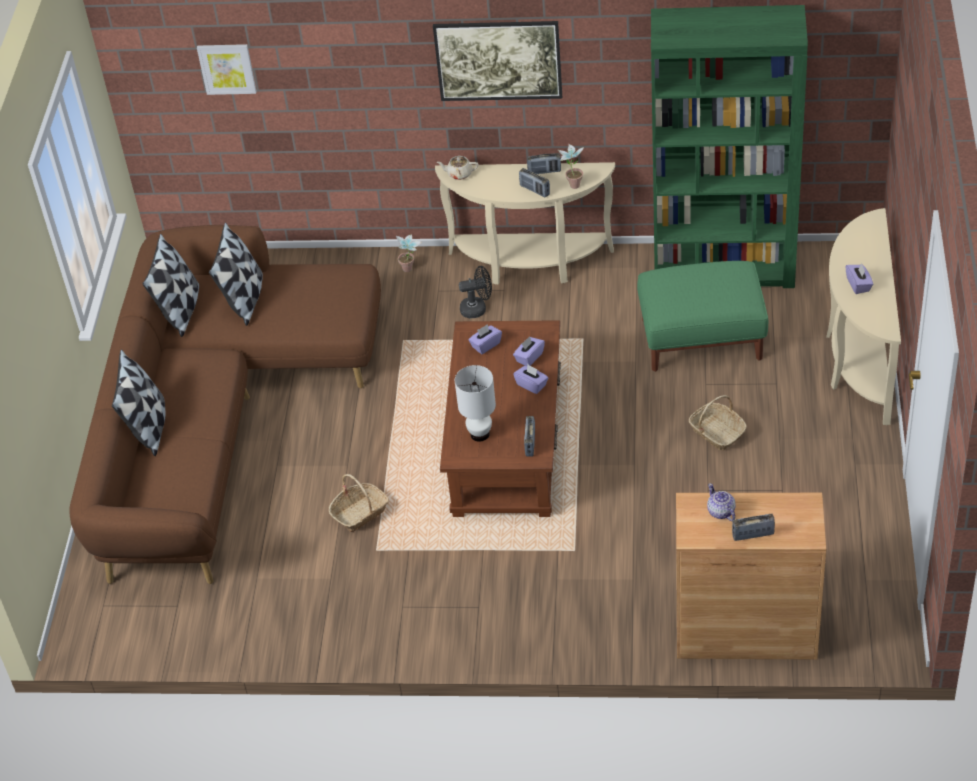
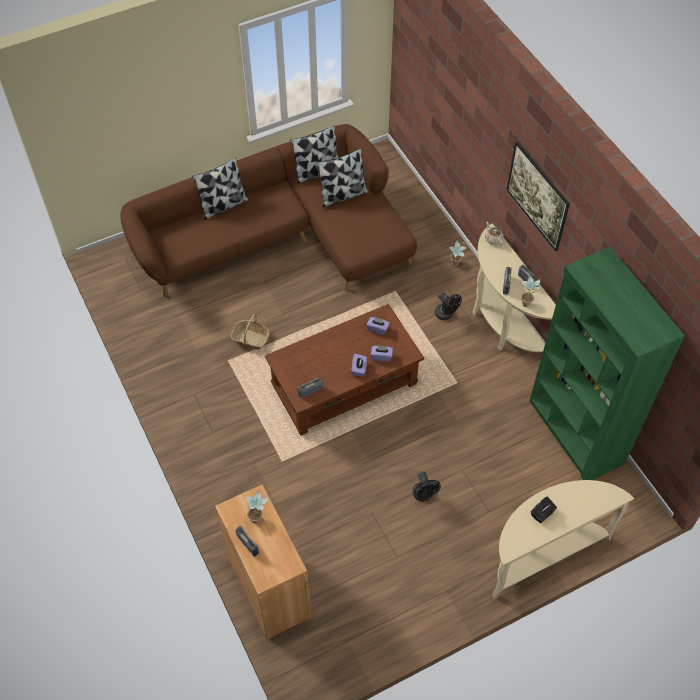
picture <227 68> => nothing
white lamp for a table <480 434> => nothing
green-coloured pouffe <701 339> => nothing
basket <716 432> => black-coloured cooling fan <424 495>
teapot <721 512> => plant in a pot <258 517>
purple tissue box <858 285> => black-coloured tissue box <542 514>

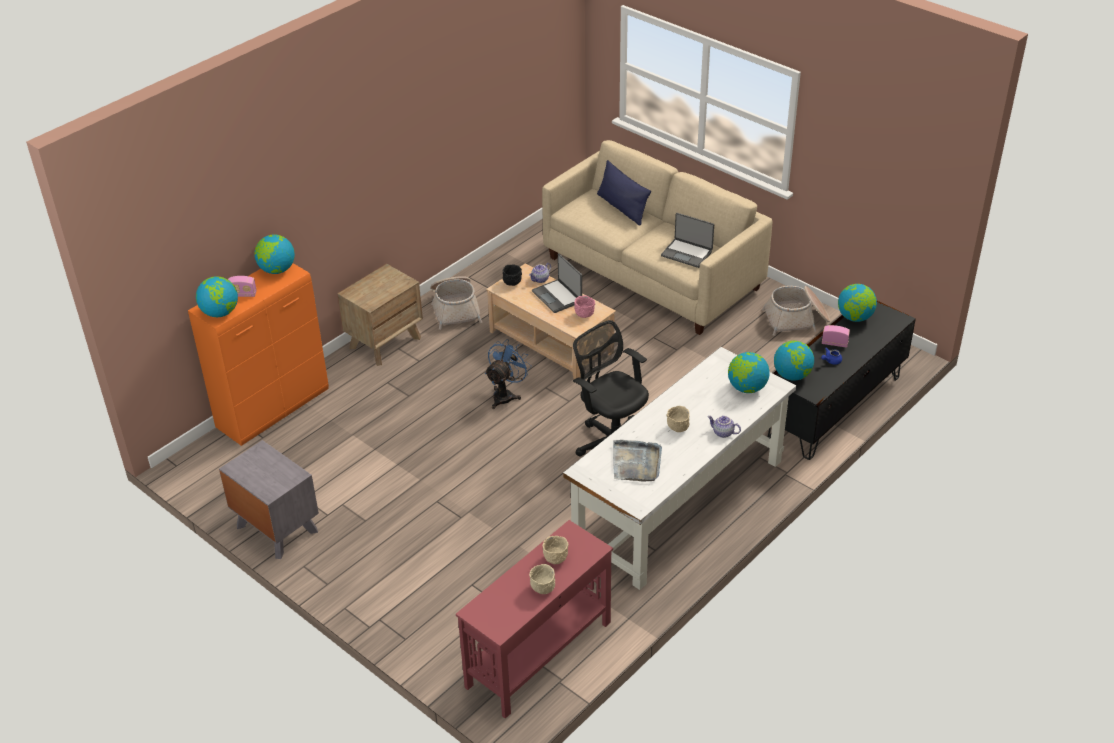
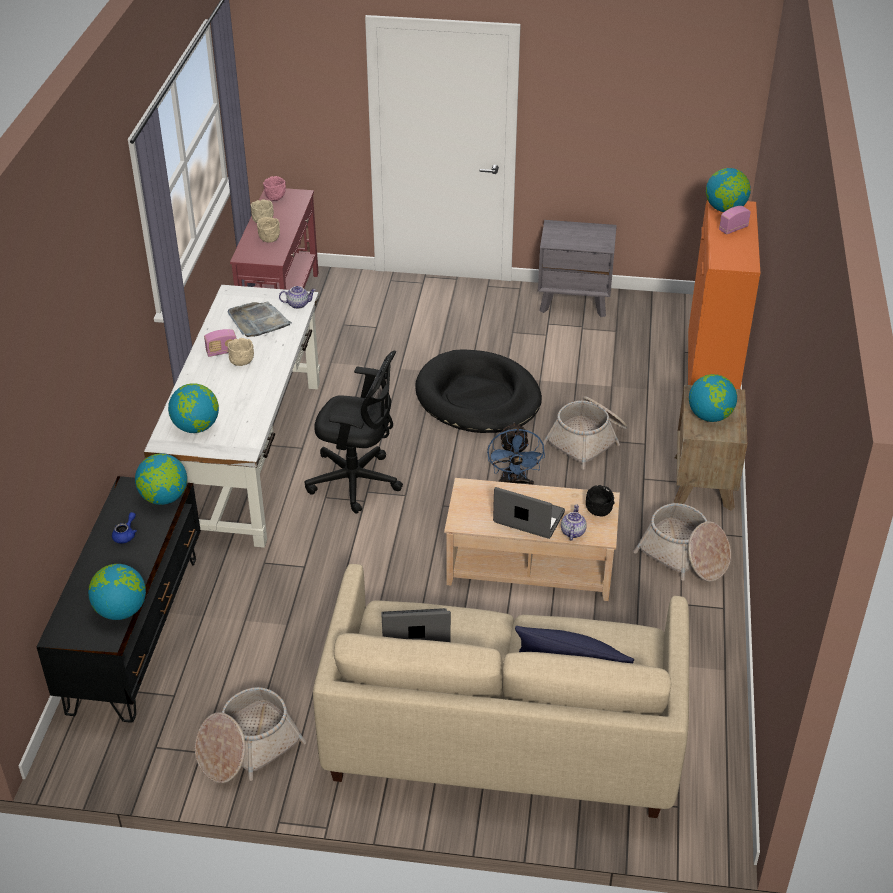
nothing => black-coloured pet bed <478 397>
nothing => basket <588 440>
desk globe <277 270> => desk globe <710 416>, relocated
pink-coloured bowl <584 315> => pink-coloured bowl <276 198>, relocated
teapot <722 433> => teapot <298 304>, relocated
radio set <834 343> => radio set <222 352>, relocated

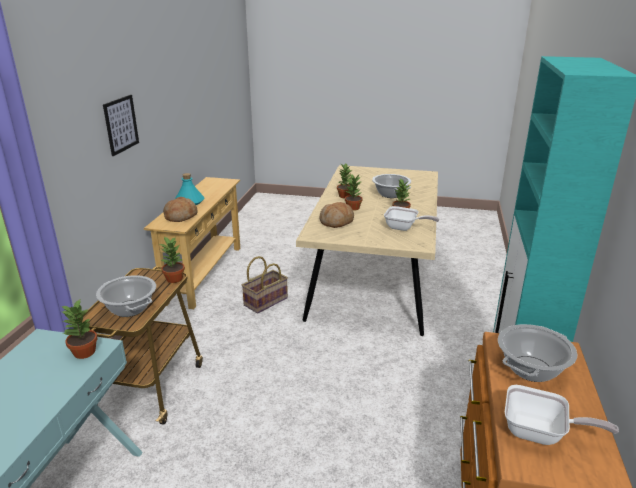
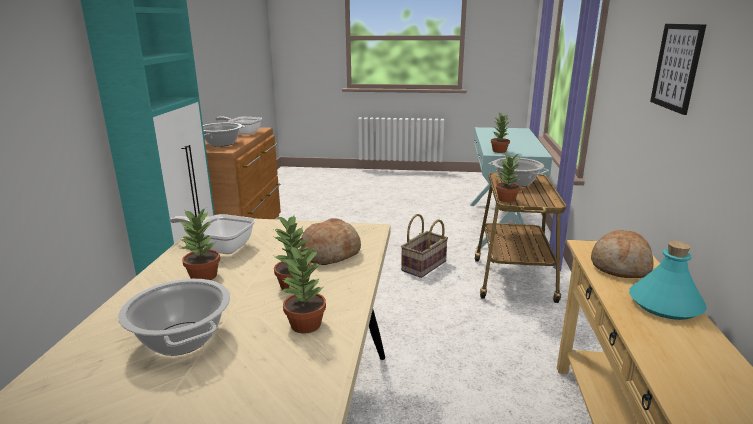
basket <265 301> => basket <424 266>, relocated

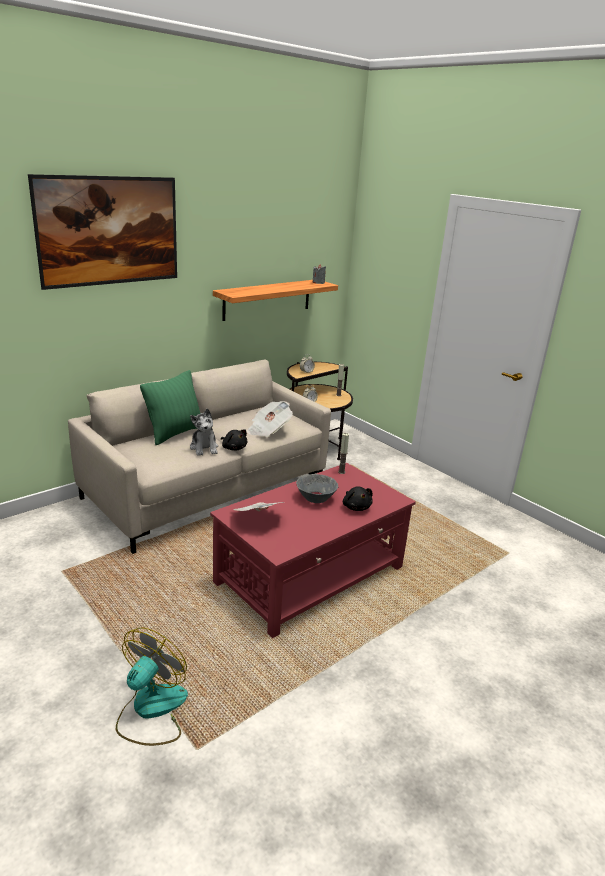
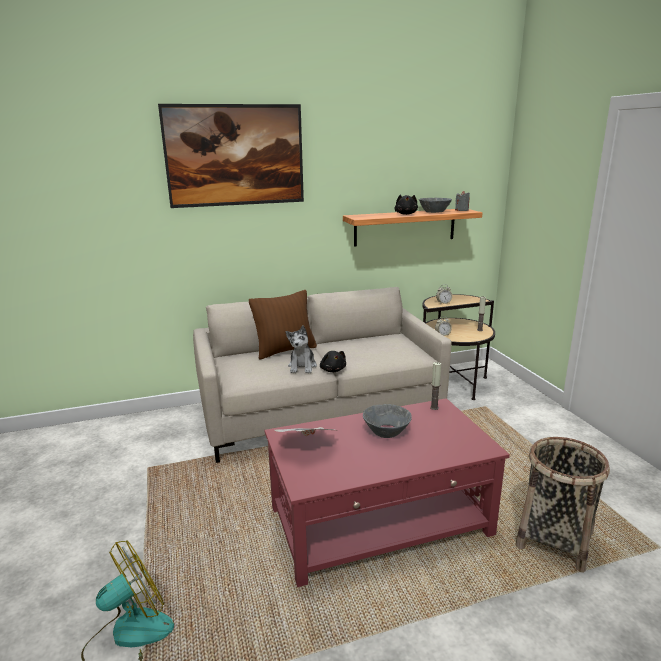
newspaper <268 430> => nothing
nothing => grey bowl <434 212>
nothing => basket <554 539>
black-coloured cuddly toy <356 507> => black-coloured cuddly toy <406 214>, relocated
green-coloured pillow <175 433> => brownish pillow <285 350>

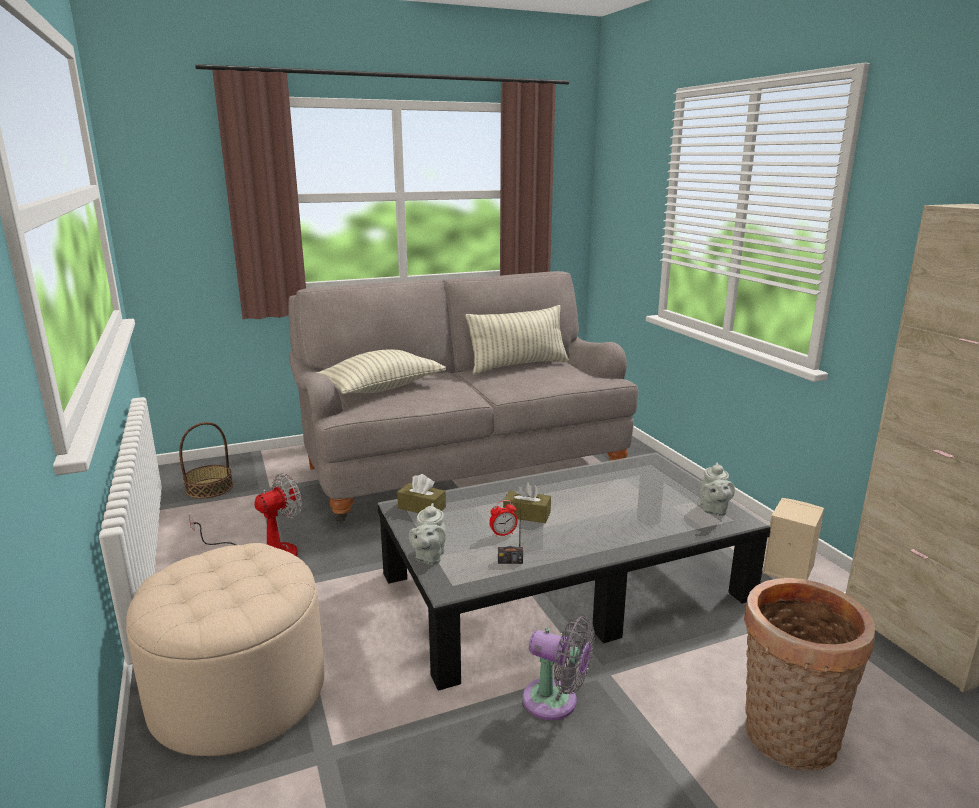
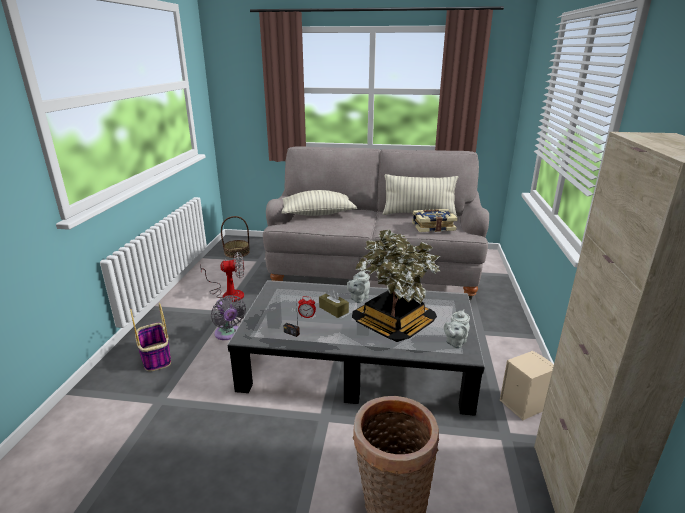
brownish tissue box <422 508> => nothing
nothing => plant in a pot <392 325>
nothing => volume <433 227>
grey teapot <429 557> => grey teapot <358 298>, relocated
grey cooling fan <555 702> => grey cooling fan <228 334>, relocated
beige-coloured pouffe <238 692> => basket <155 357>

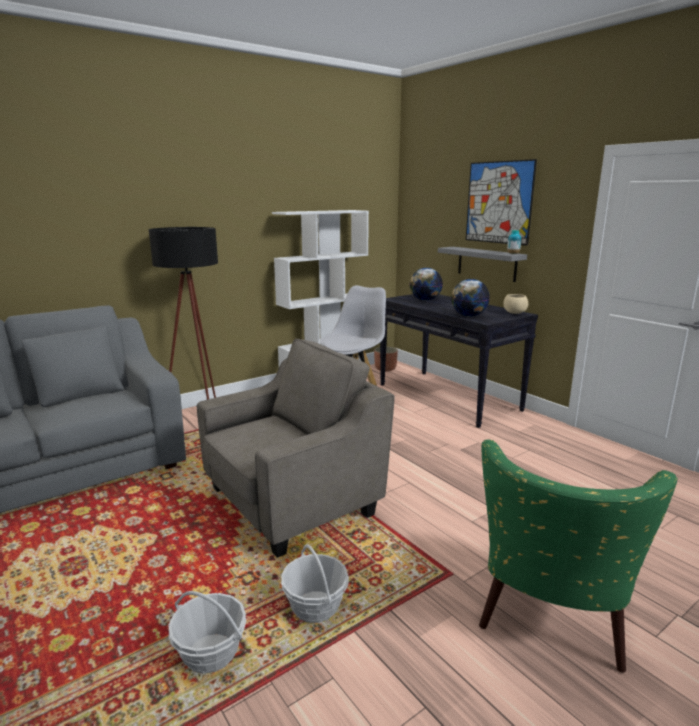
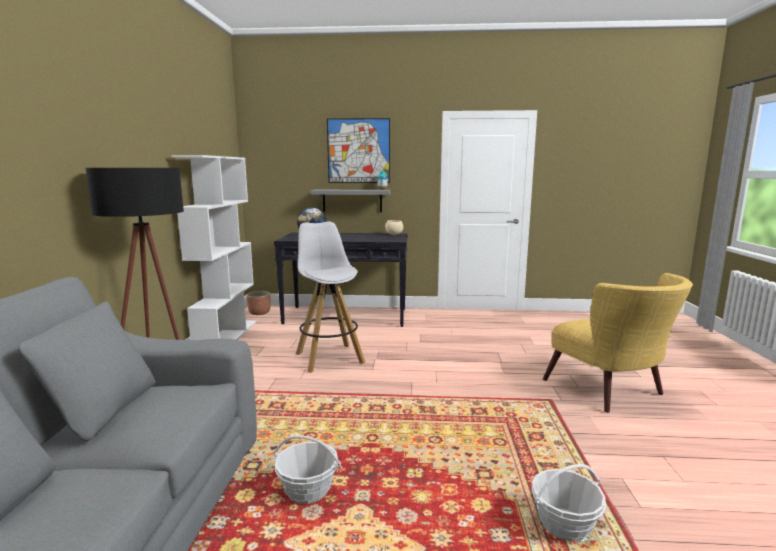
grey lounge chair <292 502> => nothing
desk globe <468 316> => nothing
basket <315 607> => basket <308 490>, relocated
green-coloured lounge chair <550 618> => yellow lounge chair <611 392>

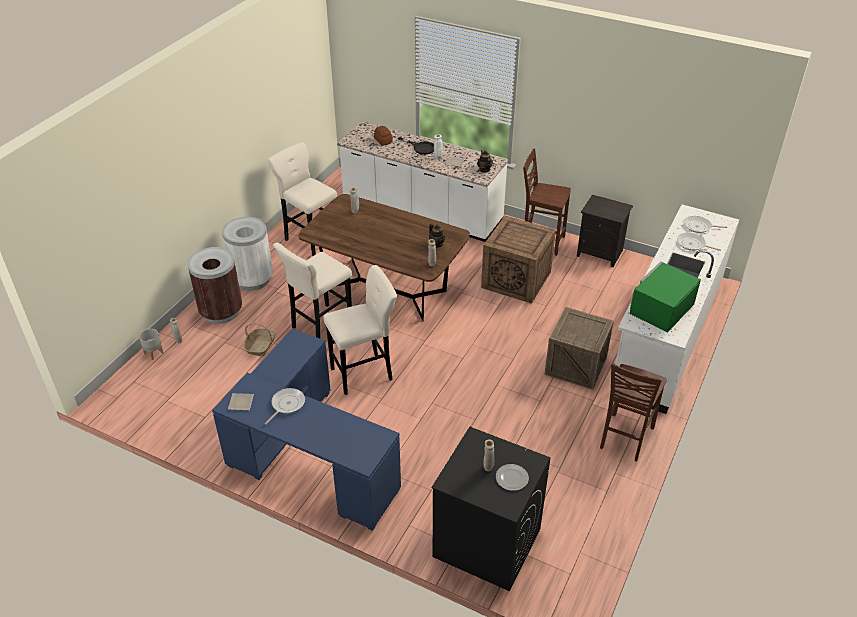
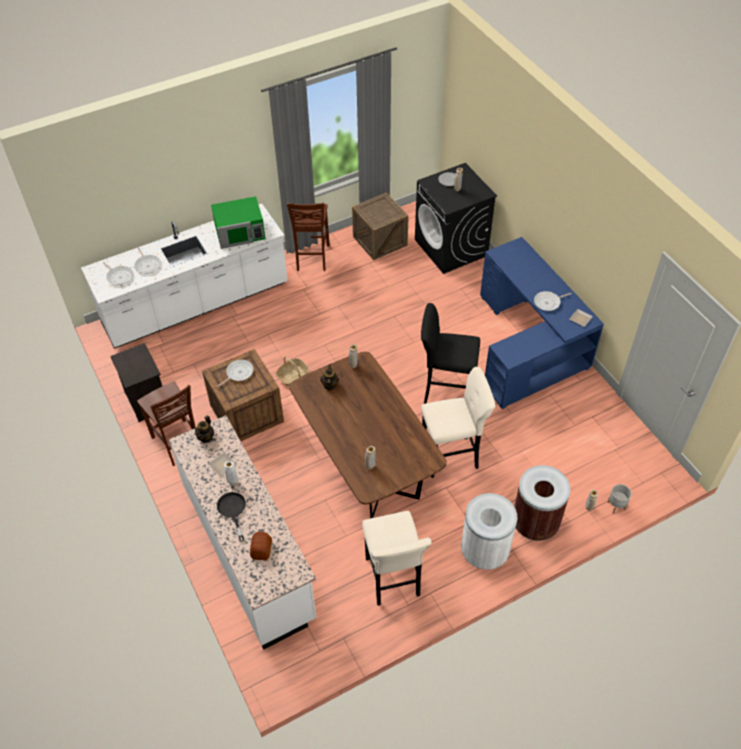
nothing => frying pan <238 373>
basket <260 346> => basket <293 375>, relocated
crate <576 365> => crate <380 241>, relocated
beige-coloured stool seat <364 373> => black-coloured stool seat <445 391>
brownish chair <624 438> => brownish chair <311 258>, 120 degrees clockwise

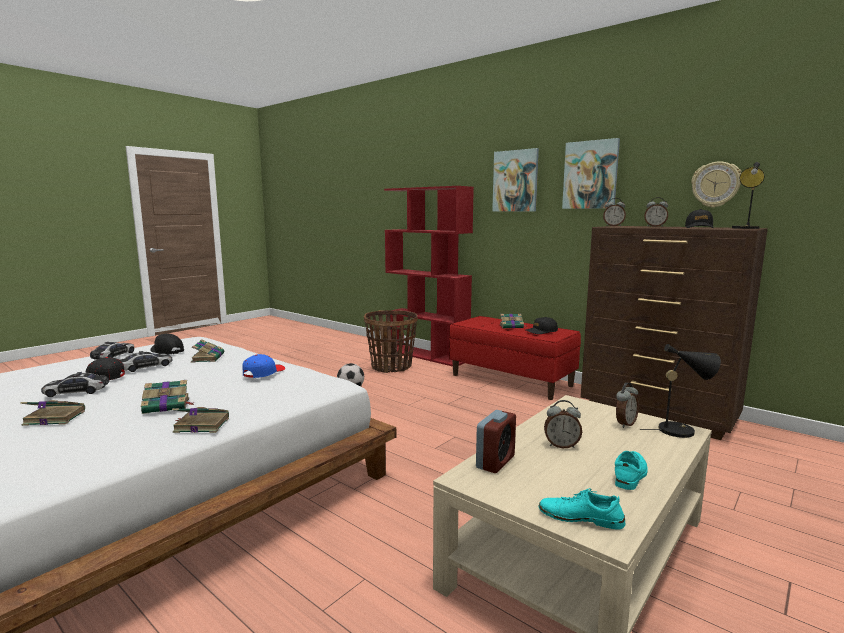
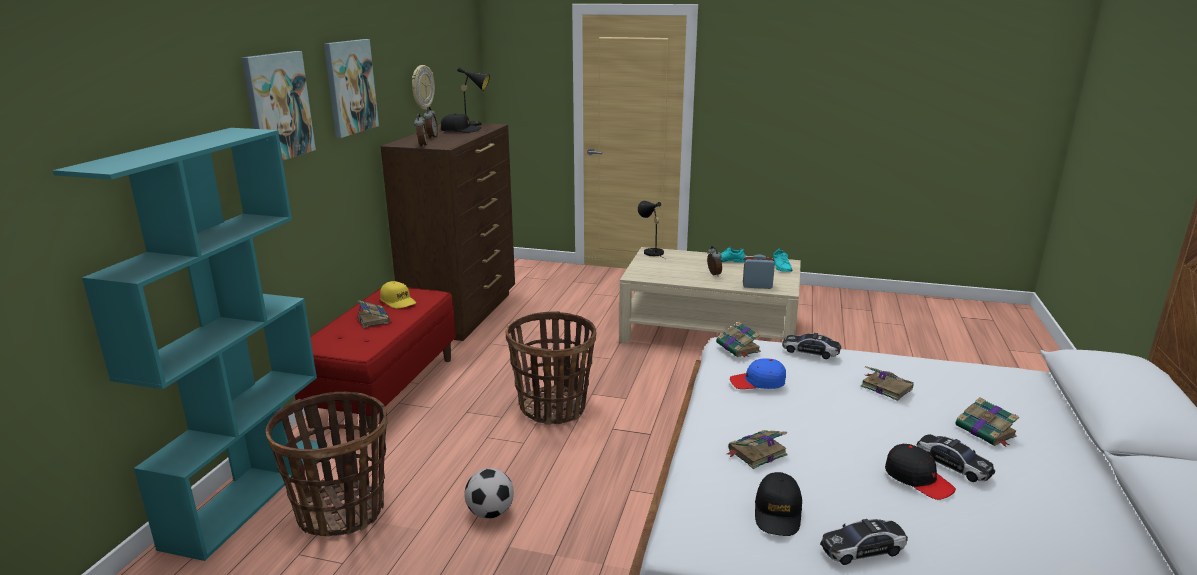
bedside clock <625 424> => nothing
nothing => basket <553 408>
toy car <146 367> => toy car <810 351>, relocated
volume <200 425> => volume <738 348>, relocated
reddish bookshelf <427 355> => turquoise-coloured bookshelf <250 491>
black-coloured peaked cap <541 331> => yellow peaked cap <398 301>

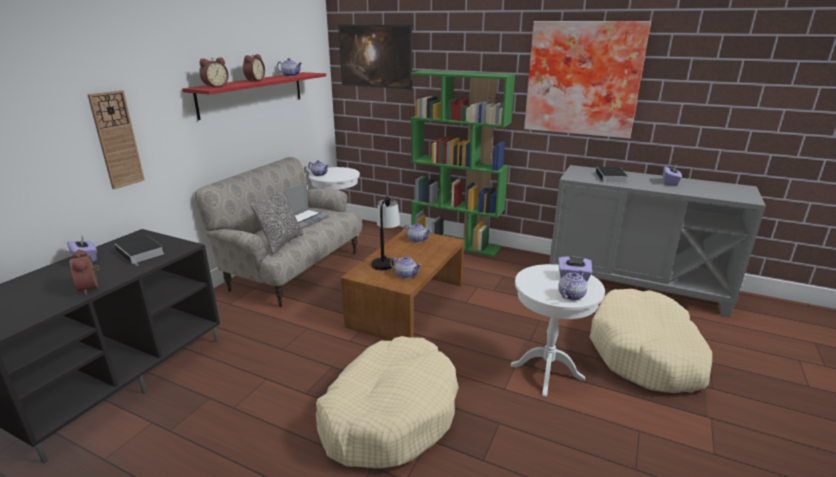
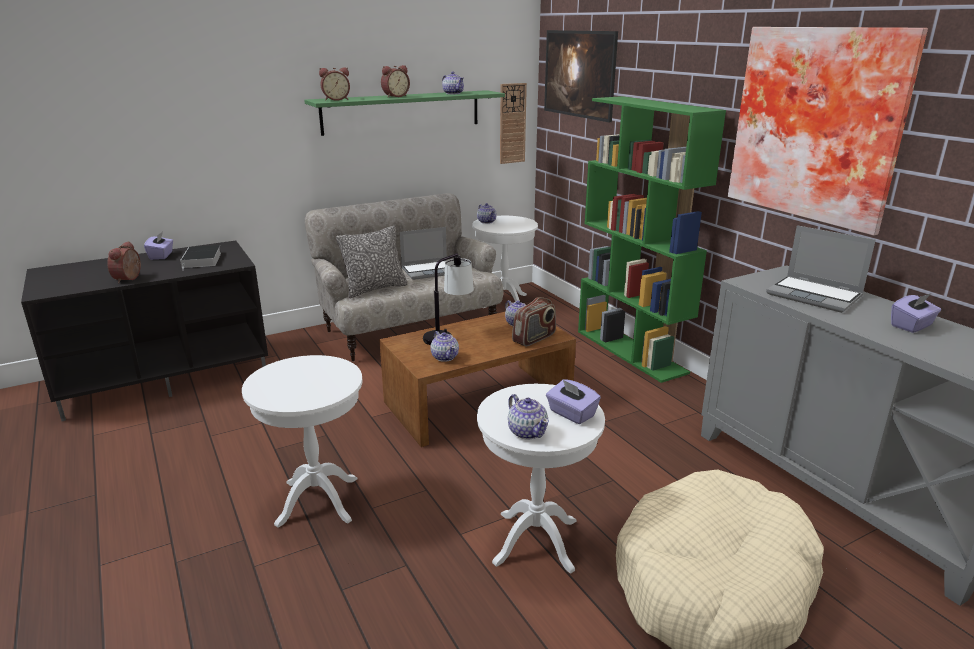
nothing => radio set <534 338>
hanging clock <117 140> => hanging clock <512 123>, relocated
beige-coloured pet bed <389 413> => white side table <317 501>
volume <611 177> => laptop <815 295>
reddish wall shelf <252 94> => green-coloured wall shelf <402 112>
teapot <570 295> => teapot <527 431>, 75 degrees clockwise

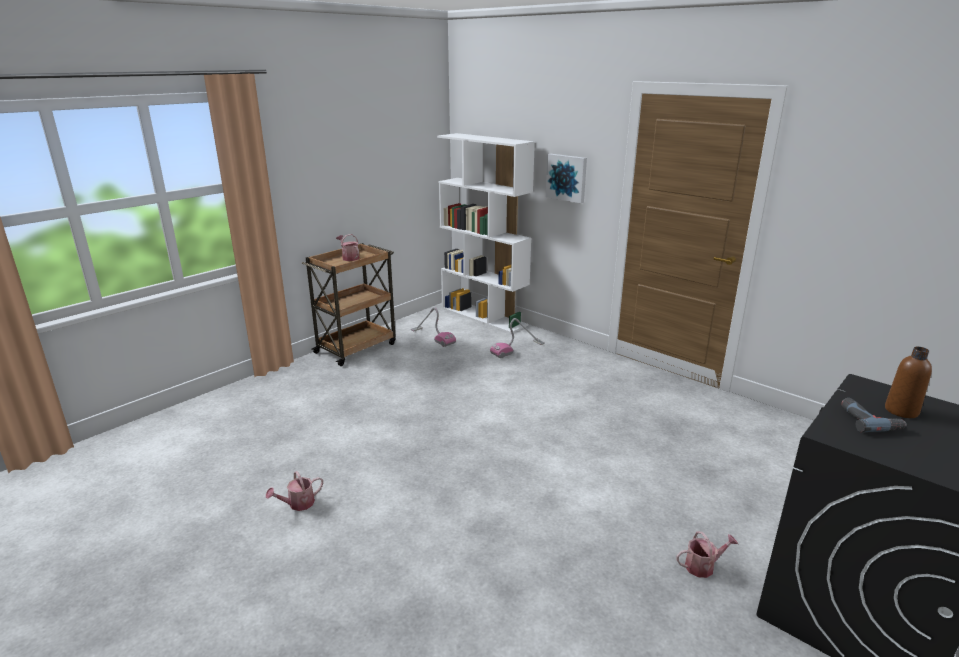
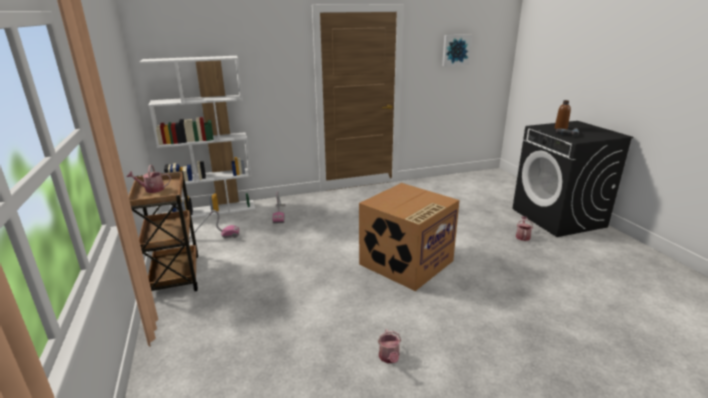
nothing => packing box <406 263>
picture <567 177> => picture <456 50>, relocated

